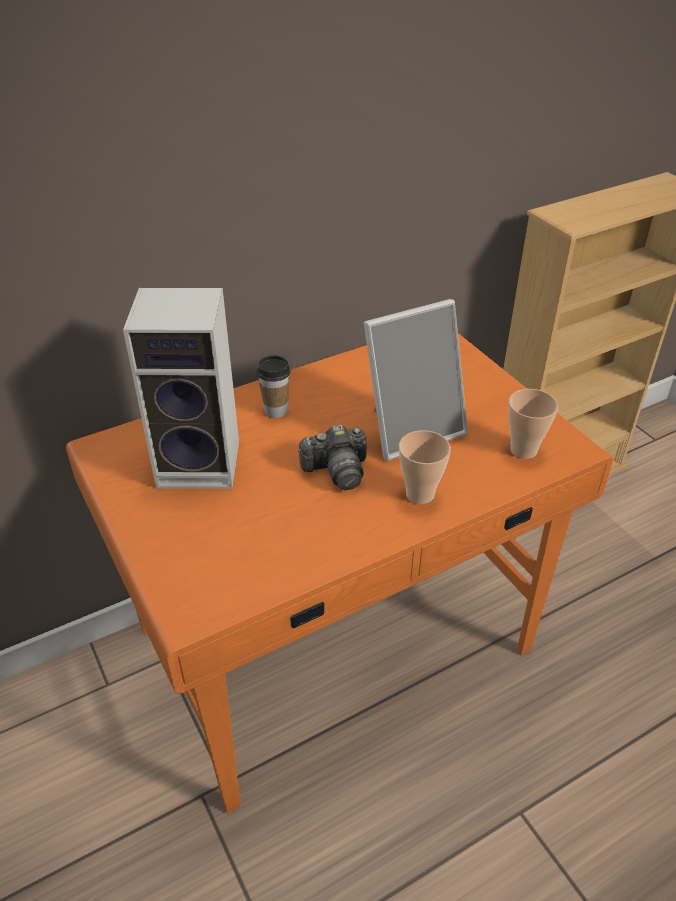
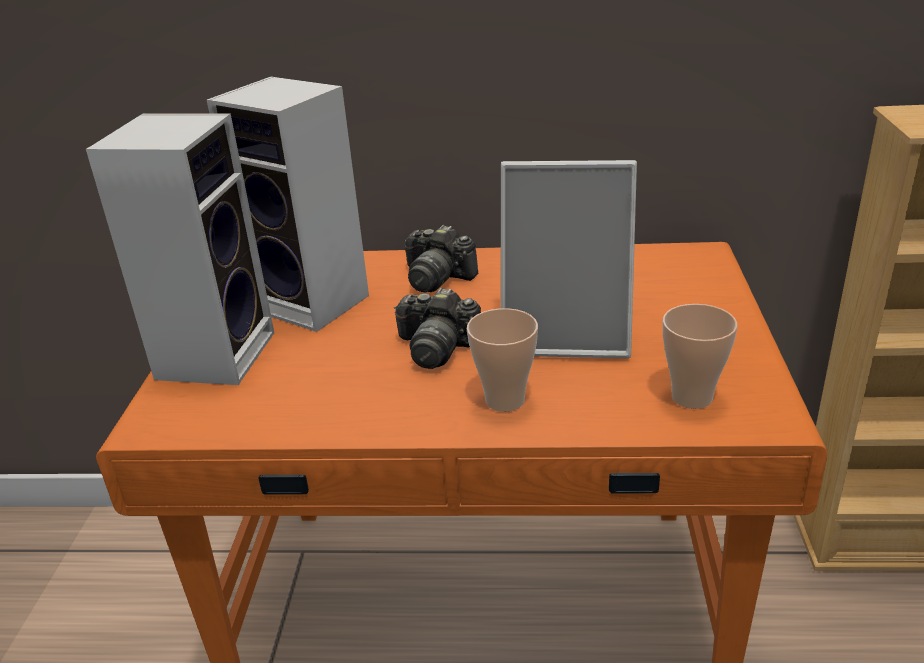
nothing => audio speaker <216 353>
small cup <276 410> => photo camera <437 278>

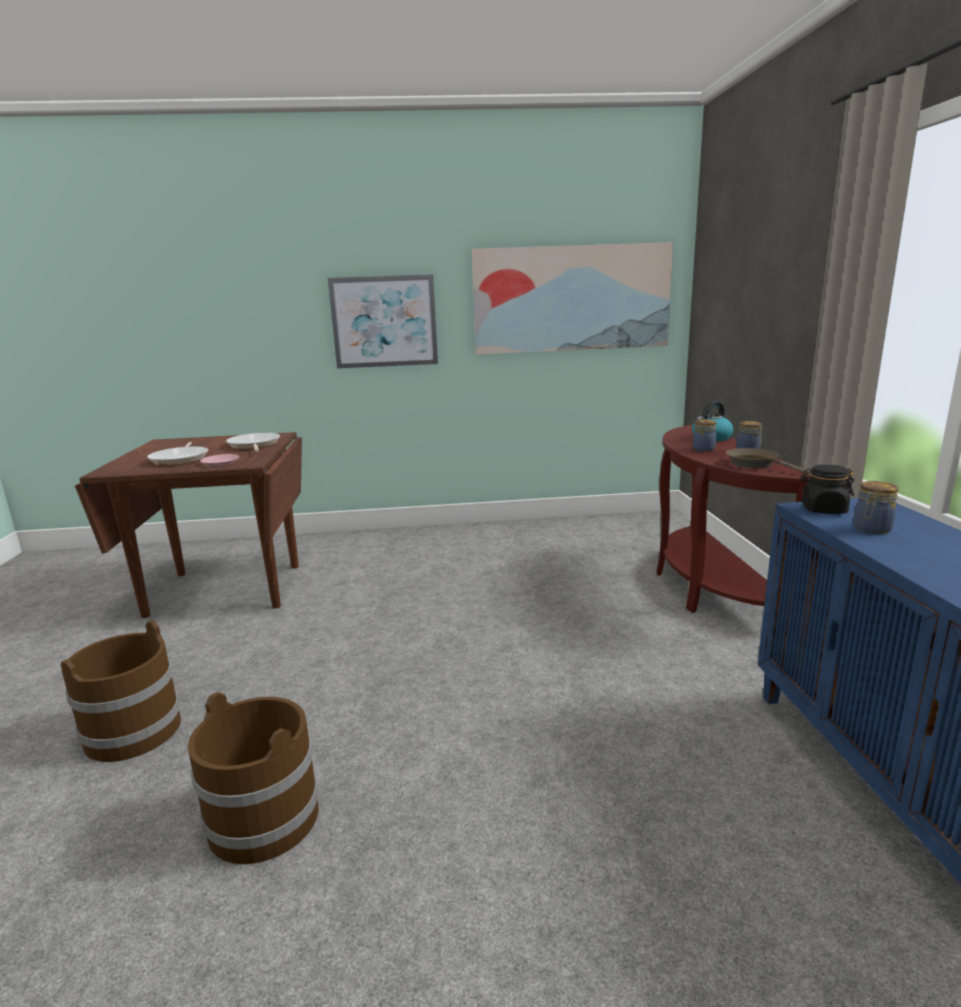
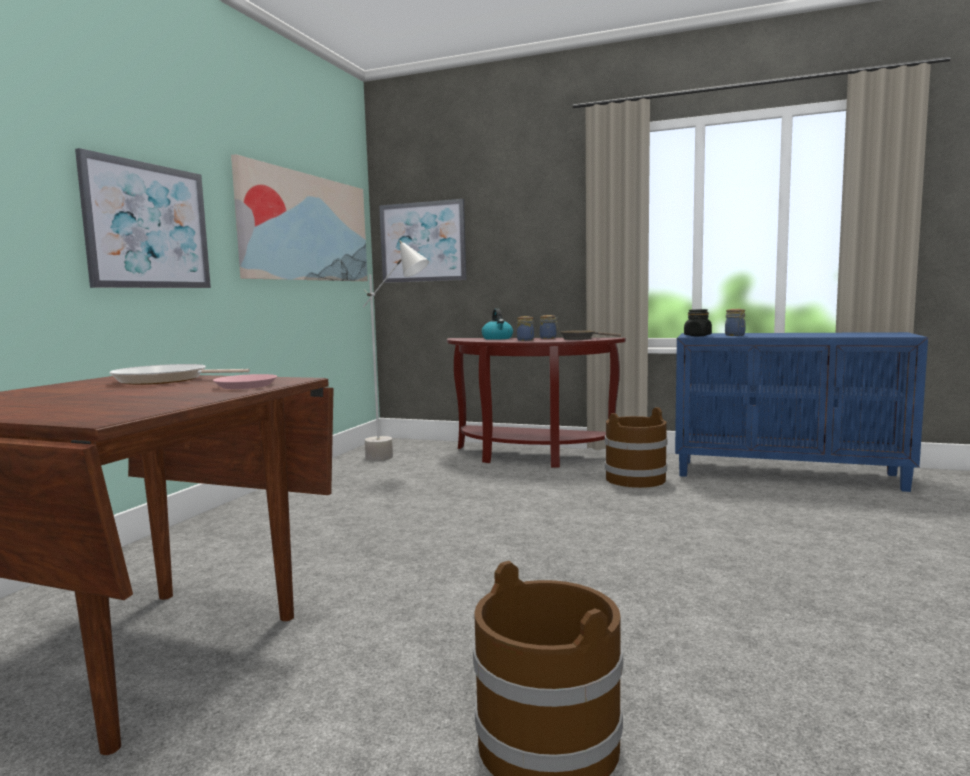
frying pan <181 459> => nothing
nothing => grey standing lamp <399 458>
nothing => picture <423 242>
brownish water bucket <263 819> => brownish water bucket <635 479>, relocated

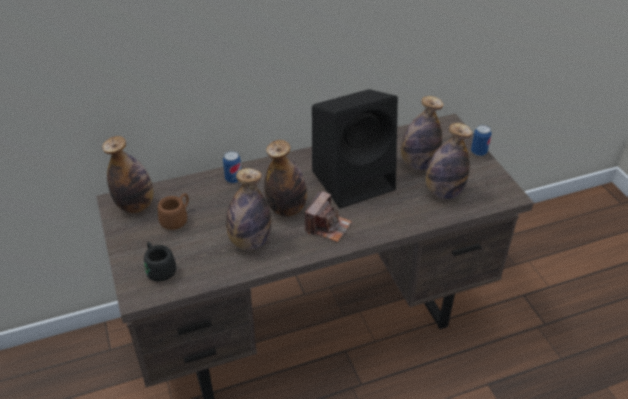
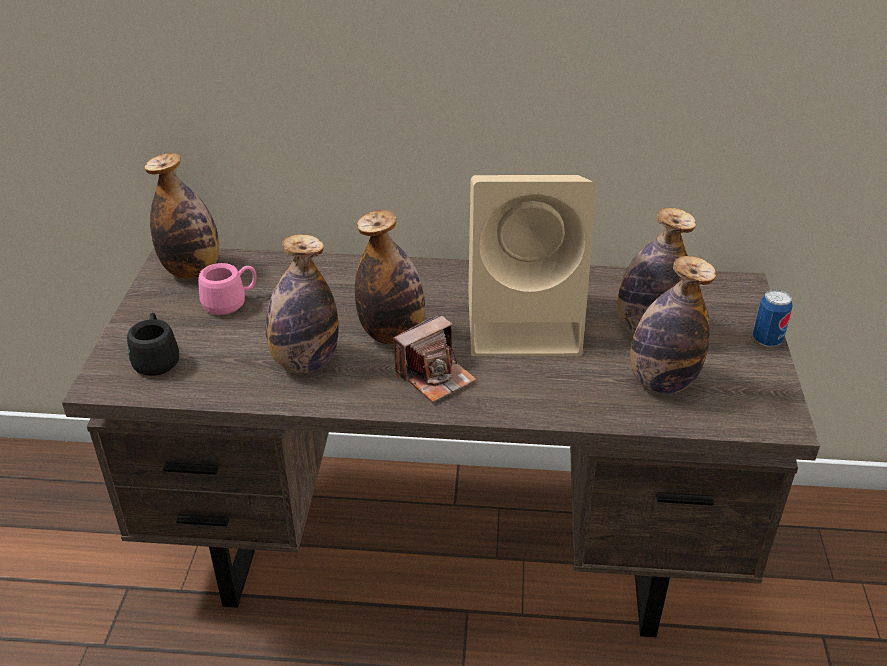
can <233 179> => nothing
brownish tea mug <177 219> => pink-coloured tea mug <231 302>
black-coloured audio speaker <354 179> => beige-coloured audio speaker <526 322>

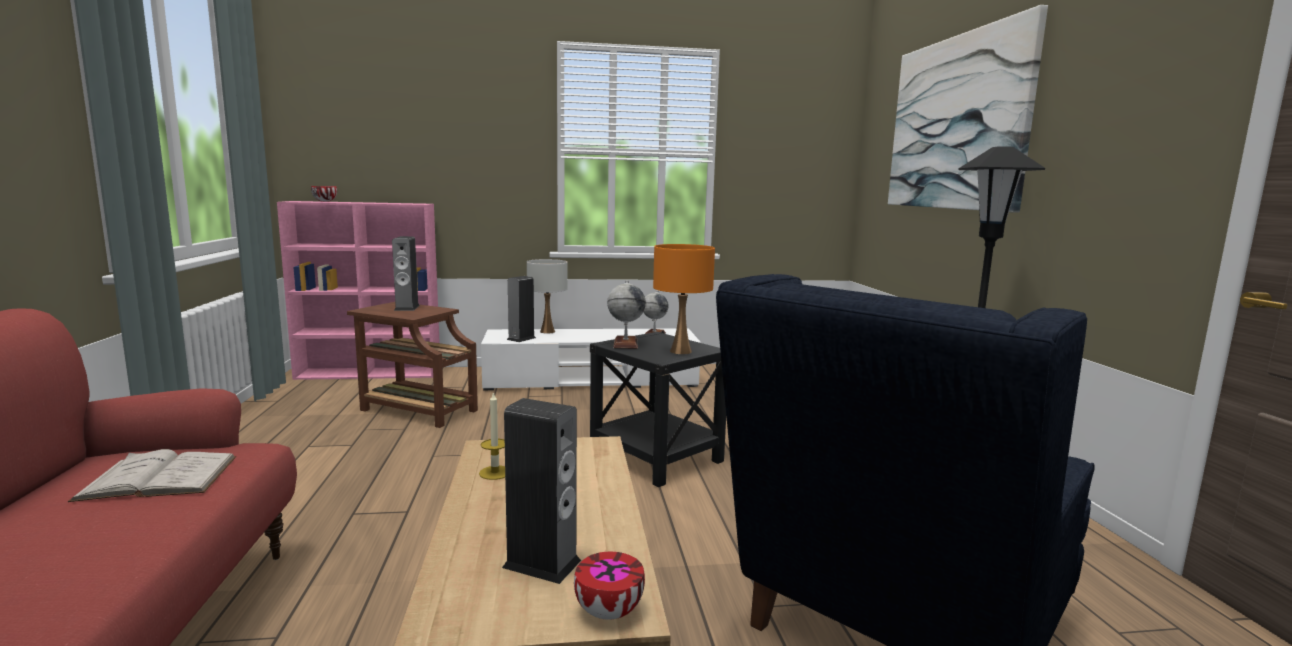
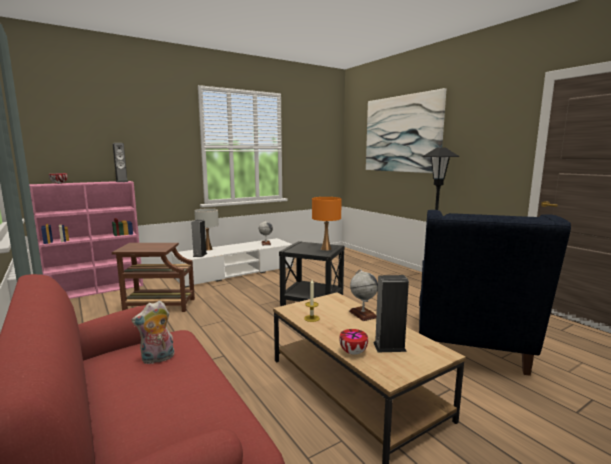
audio speaker <407 308> => audio speaker <121 181>, relocated
bowl <607 611> => bowl <352 352>, relocated
desk globe <625 344> => desk globe <363 314>, relocated
white volume <159 478> => cuddly toy <157 359>

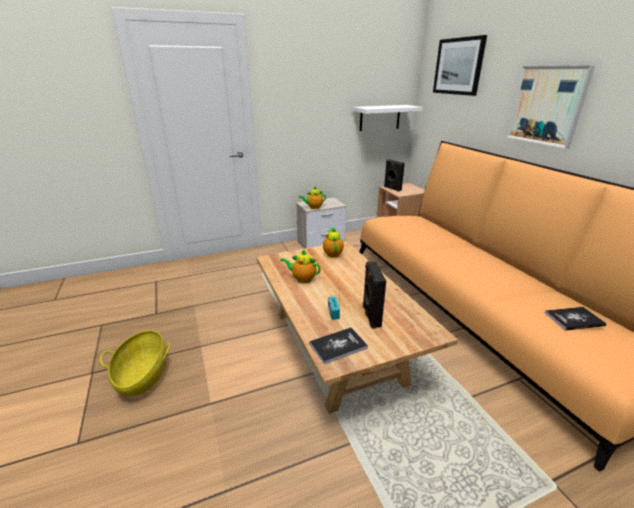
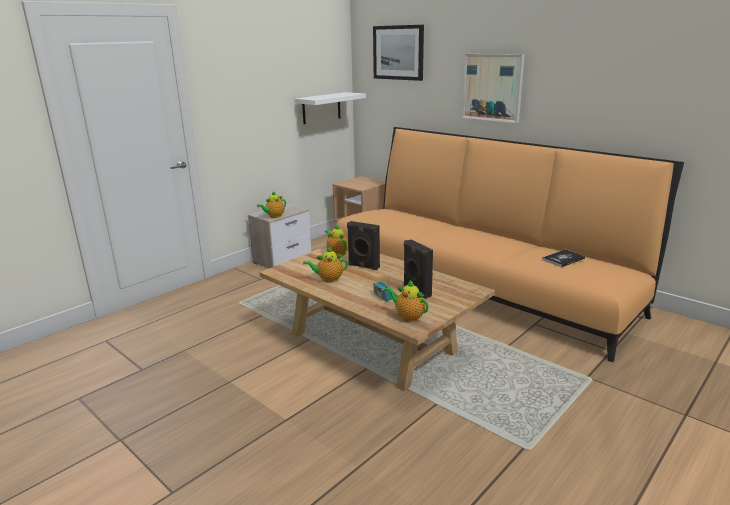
basket <142 375> => nothing
black-coloured audio speaker <392 188> => black-coloured audio speaker <363 266>, relocated
volume <338 346> => teapot <408 316>

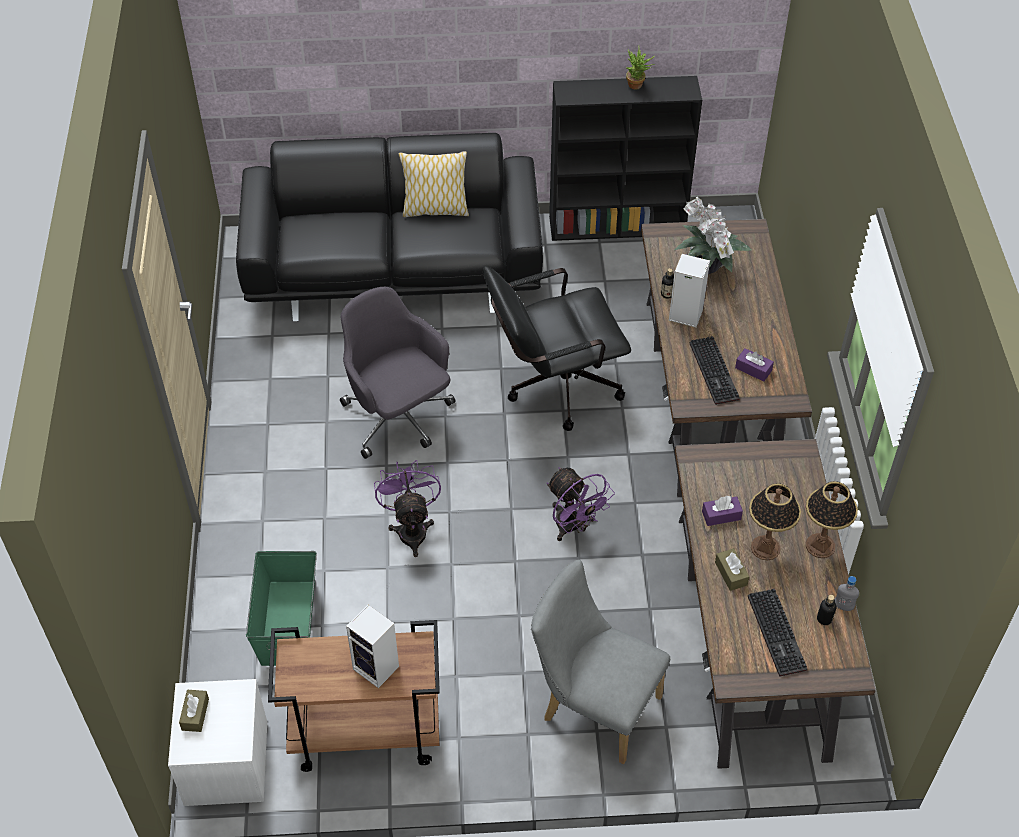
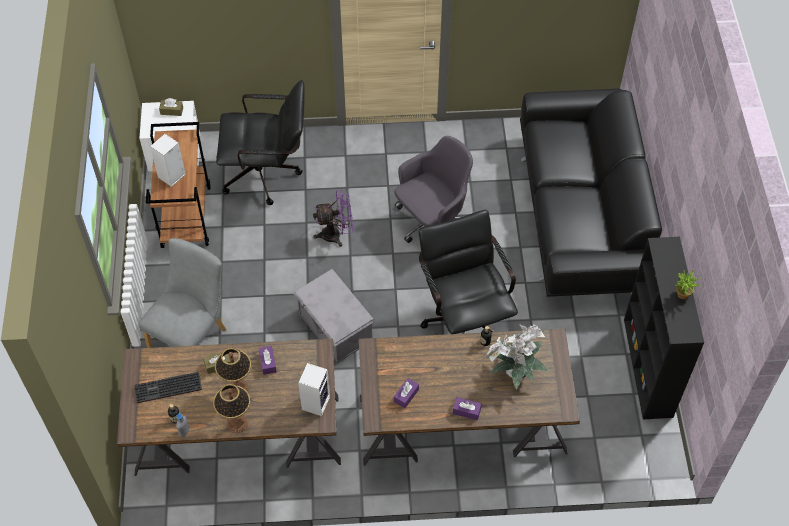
pillow <435 210> => nothing
keyboard <716 372> => nothing
nothing => purple tissue box <466 411>
audio speaker <684 315> => audio speaker <315 402>, relocated
green-coloured storage box <289 622> => black-coloured computer chair <267 174>
purple cooling fan <573 527> => grey storage box <334 328>

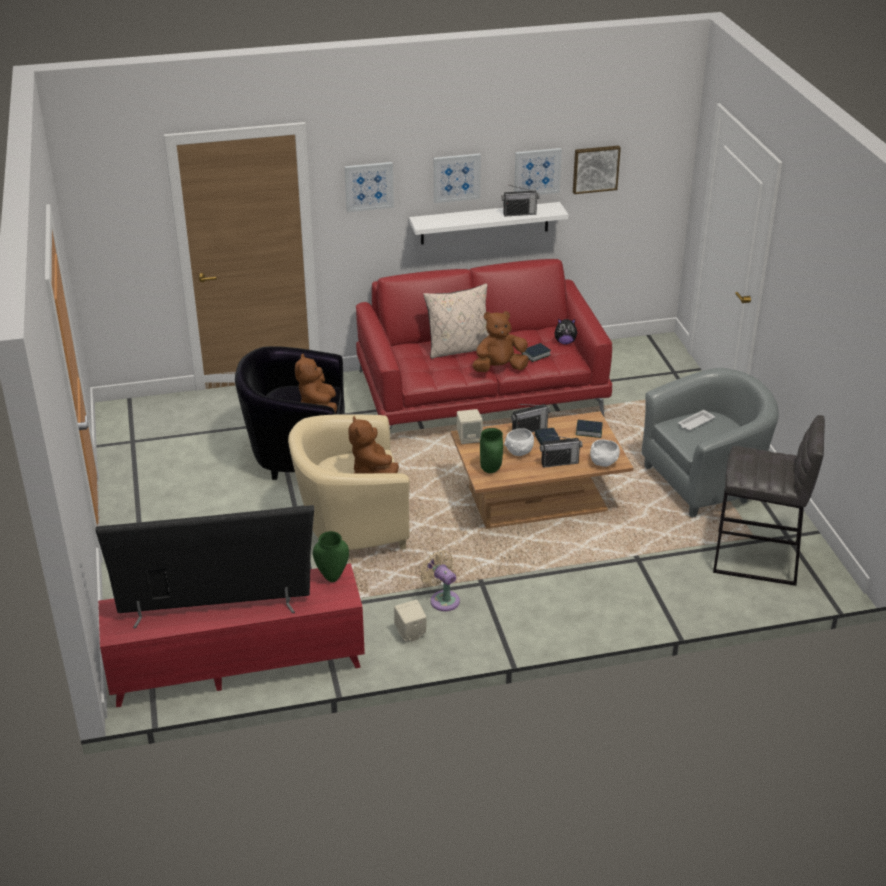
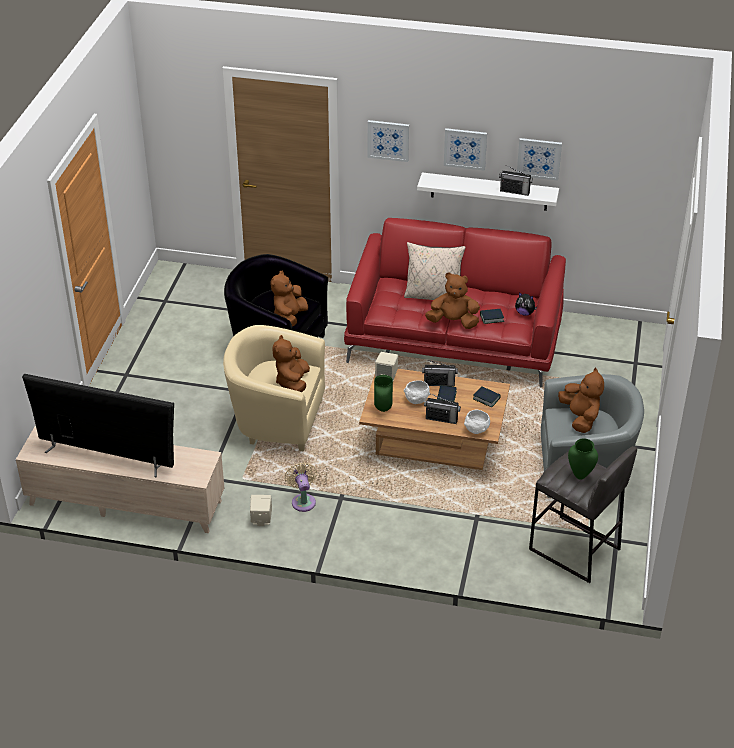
picture <595 168> => nothing
green-coloured flower vase <332 578> => green-coloured flower vase <580 476>, relocated
white carrying tray <695 423> => brownish cuddly toy <580 418>
reddish media console <237 666> => beige-coloured media console <126 503>

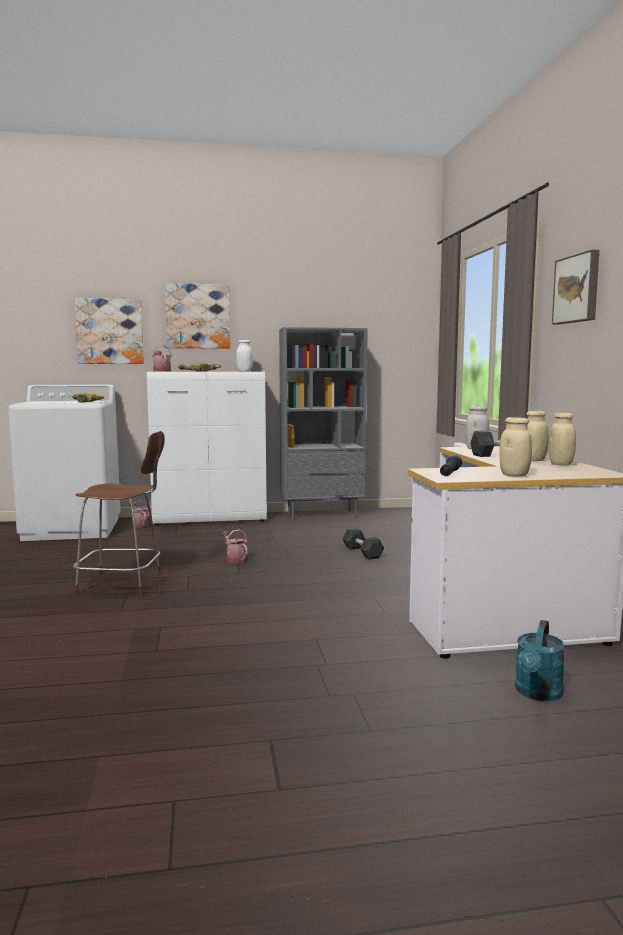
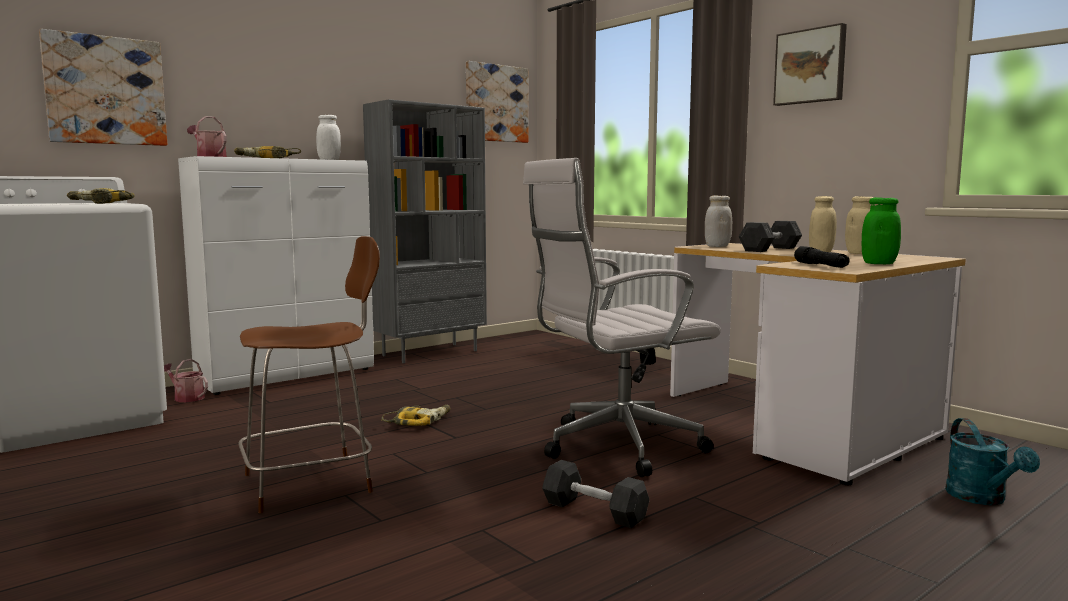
nothing => white computer chair <615 447>
picture <198 316> => picture <496 103>, relocated
grey hand weight <362 552> => grey hand weight <594 511>, relocated
watering pot <235 559> => drill <418 421>
beige-coloured jar <514 475> => green-coloured jar <879 263>

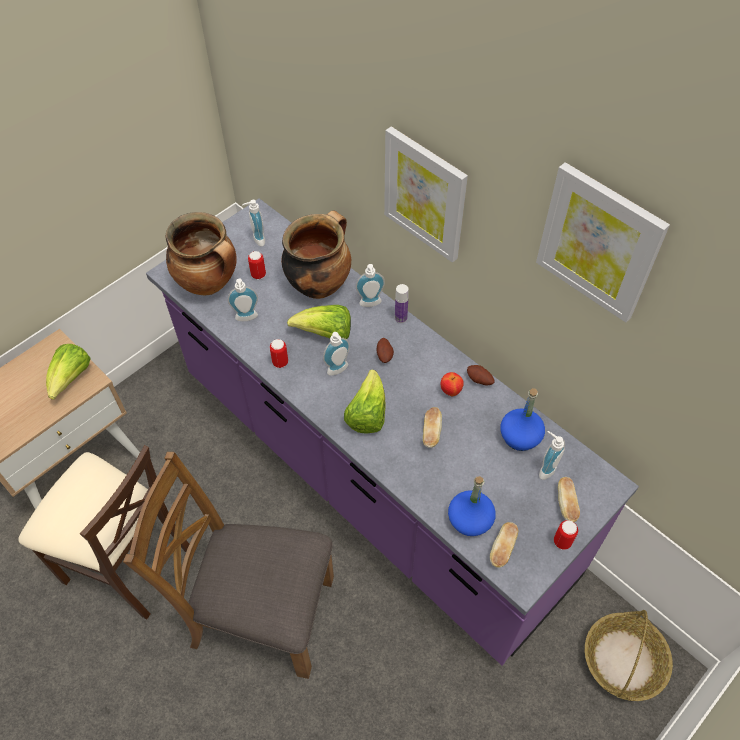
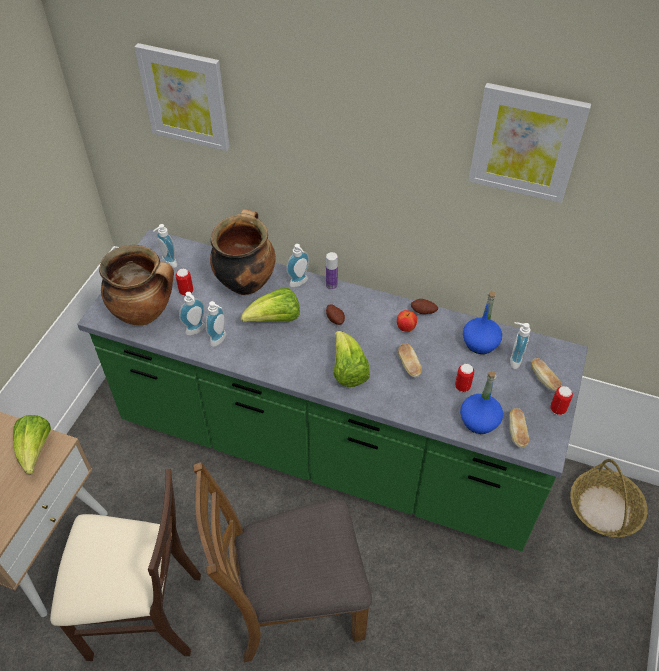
can <280 362> => can <462 386>, relocated
liquid soap bottle <339 370> => liquid soap bottle <220 340>, relocated
picture <425 194> => picture <185 97>, relocated
purple kitchen counter <370 475> => green-coloured kitchen counter <329 447>

